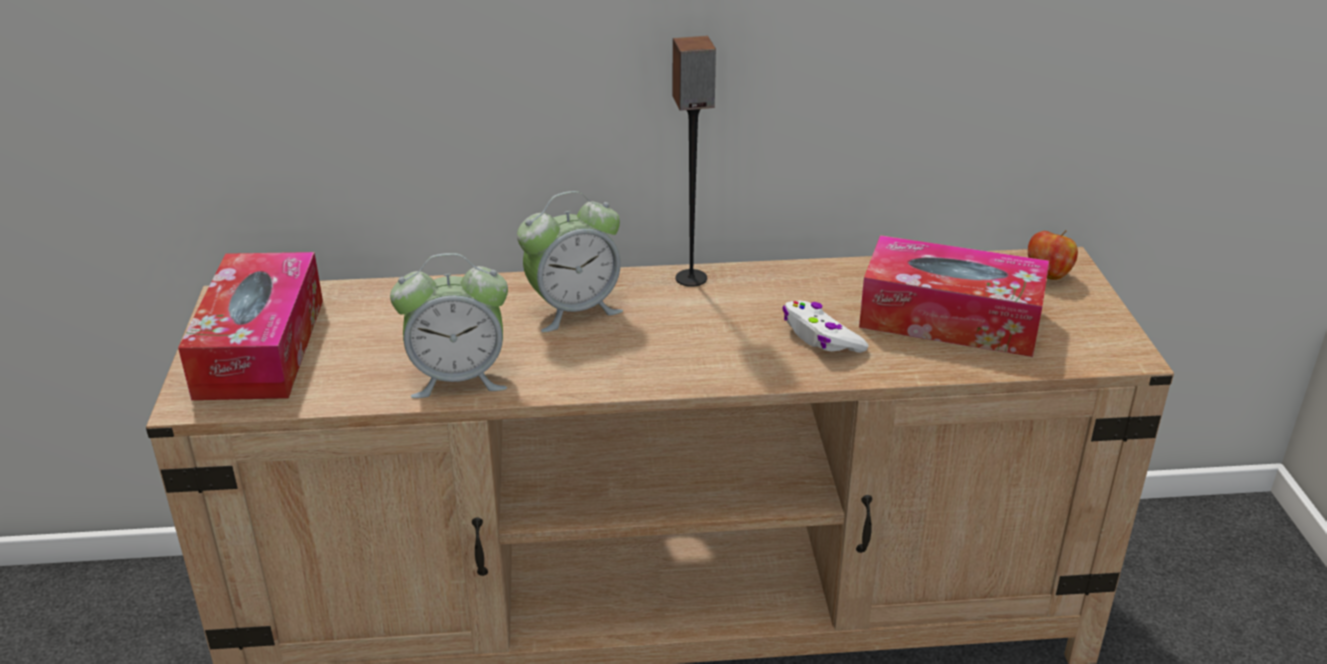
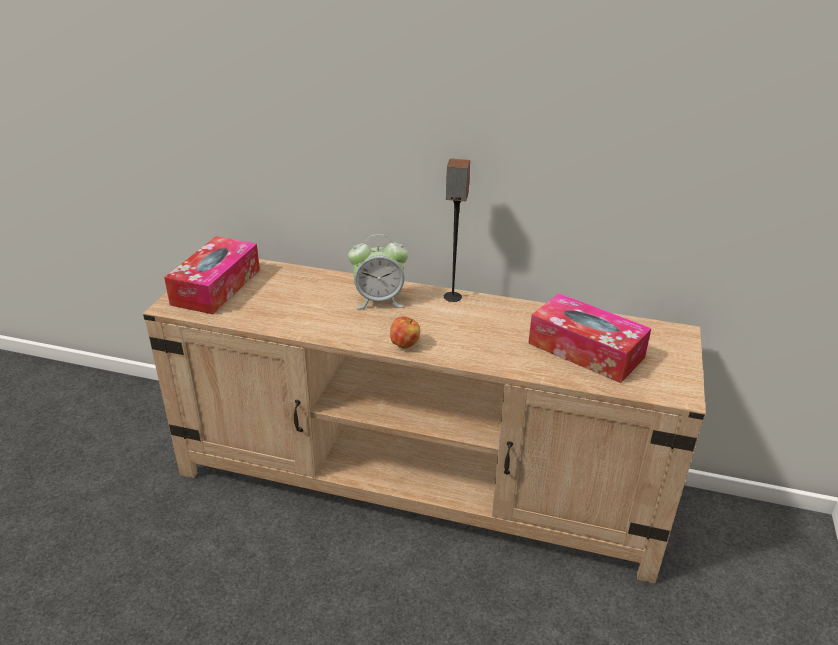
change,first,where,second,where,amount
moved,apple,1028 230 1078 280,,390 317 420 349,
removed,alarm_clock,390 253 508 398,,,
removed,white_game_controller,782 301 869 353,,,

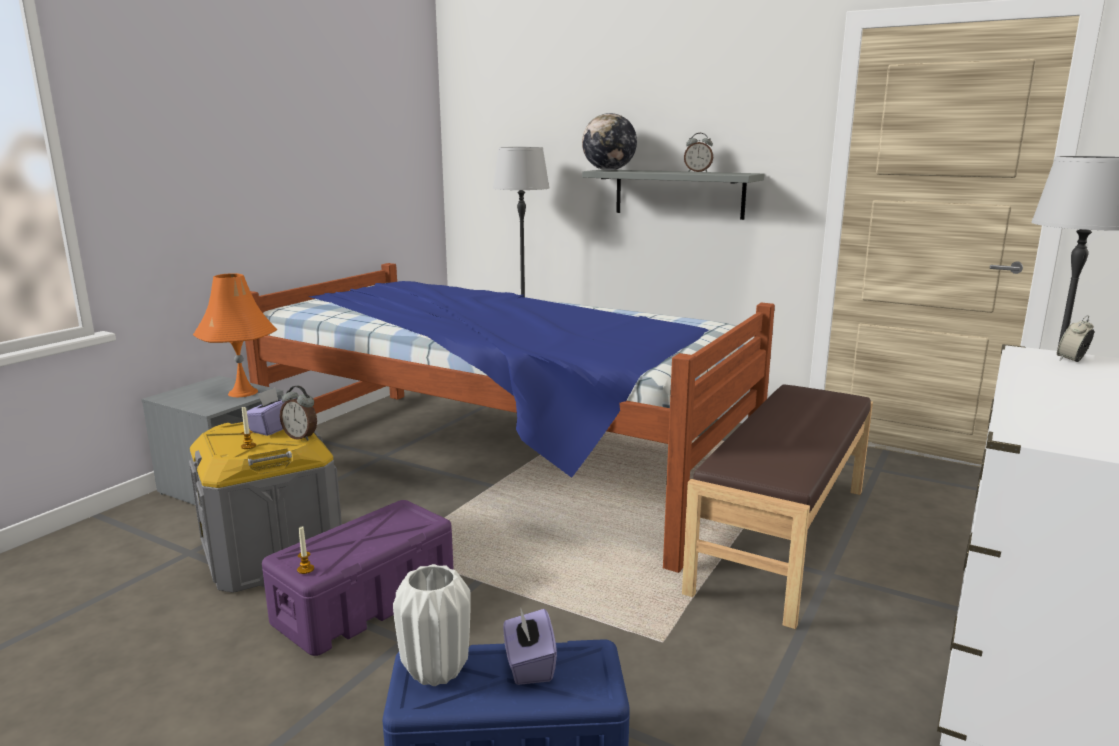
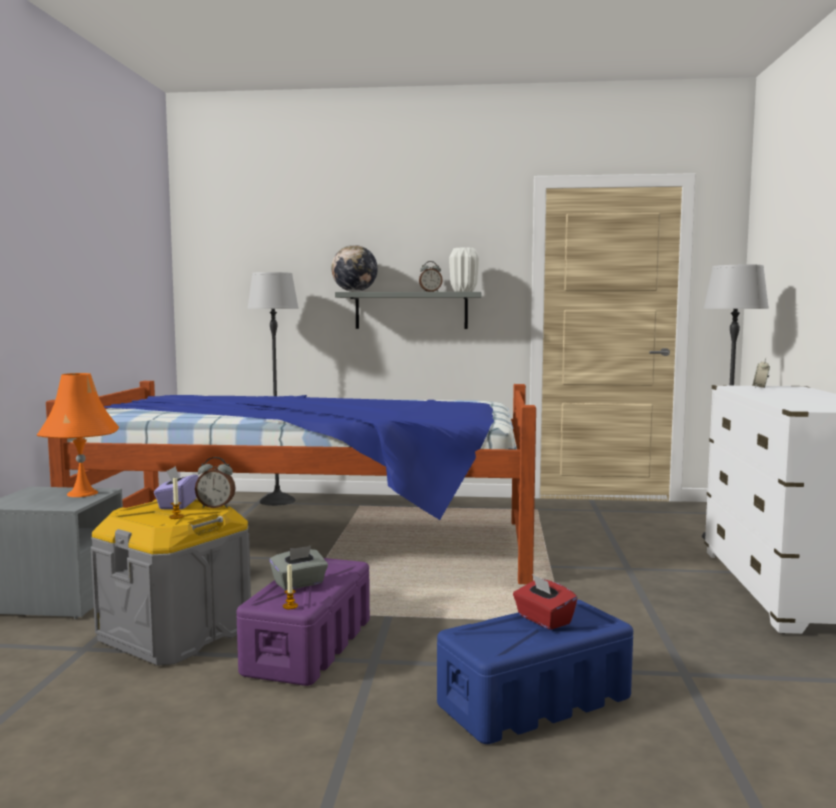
change,first,where,second,where,amount
added,,,grey_tissue_box,270 546 328 591,
moved,white_vase,393 564 471 686,,449 248 479 292,
recoloured,purple_tissue_box,503 607 557 685,red_tissue_box,513 574 578 630,
removed,brown_bench,682 384 873 629,,,

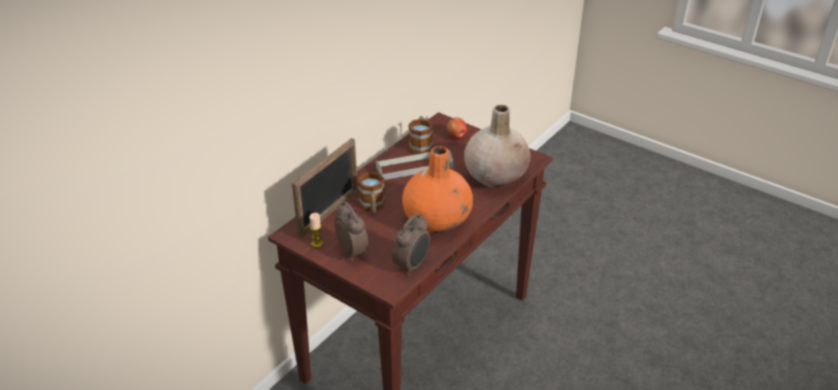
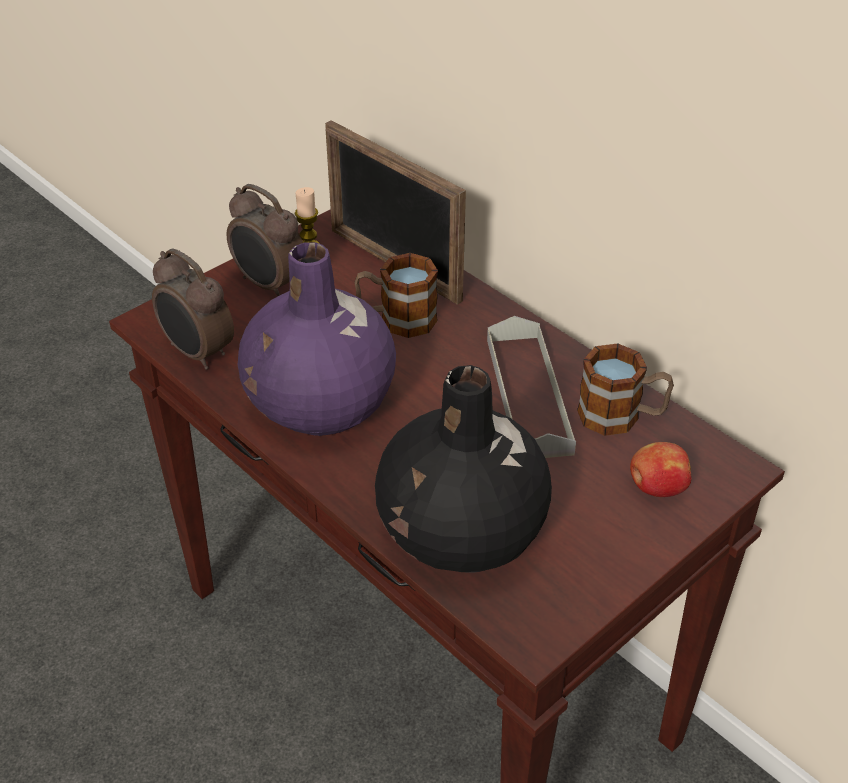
change,first,where,second,where,amount
turned,alarm_clock,334 201 368 261,,227 184 303 296,60 degrees clockwise
recoloured,orange_vase,402 146 473 234,purple_vase,238 242 396 436,
recoloured,beige_vase,464 105 531 188,black_vase,375 365 552 573,

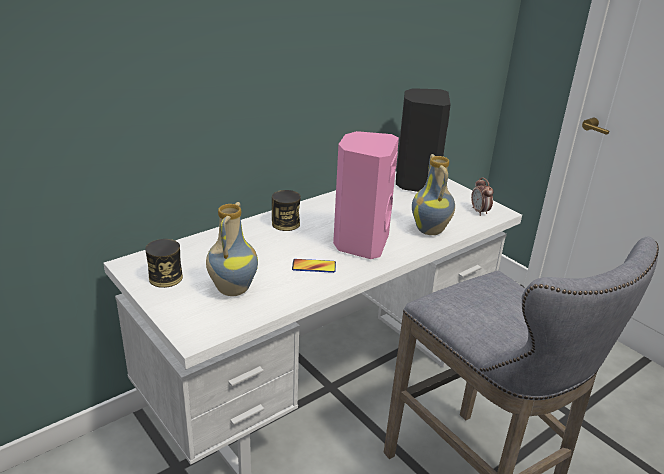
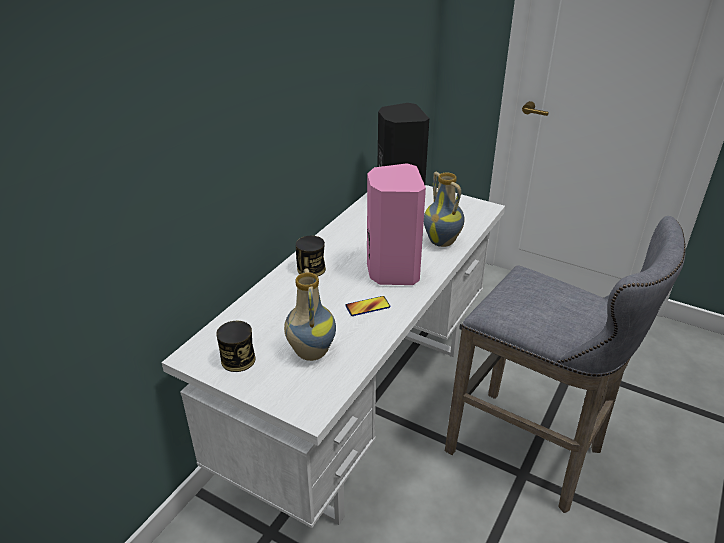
change,first,where,second,where,amount
removed,alarm_clock,471 177 493 216,,,

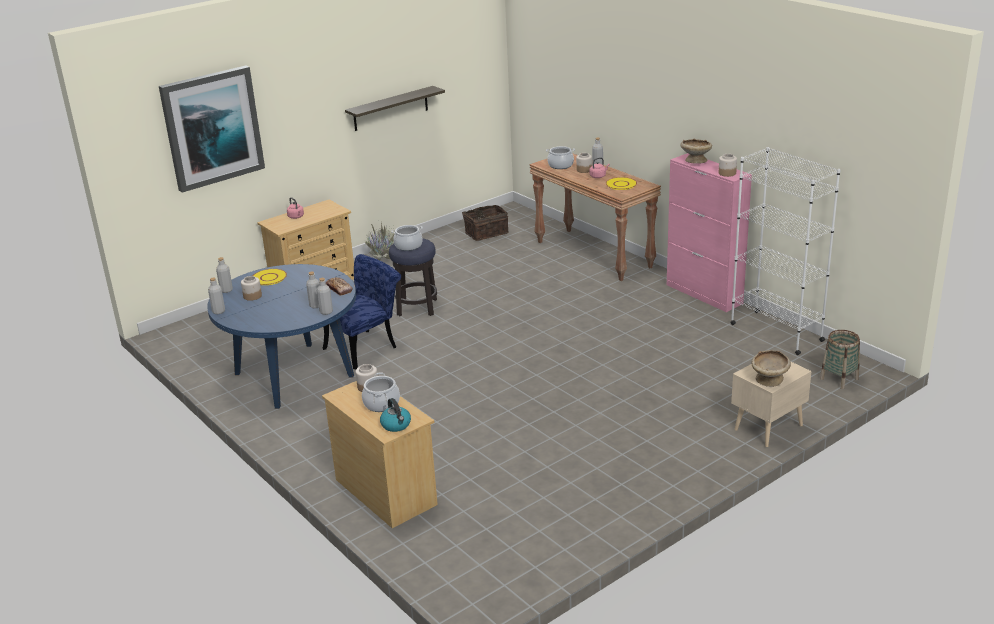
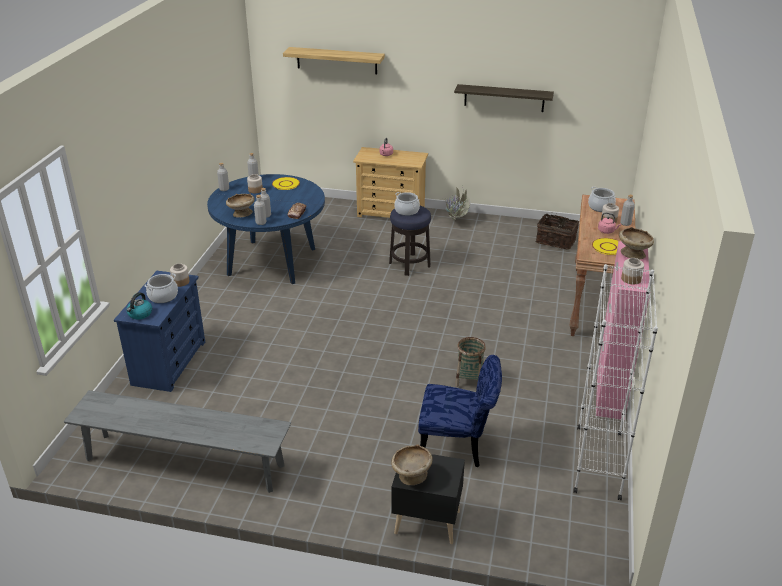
change,first,where,second,where,amount
added,,,grey_bench,64 390 291 493,
recoloured,beige_dresser,322 381 438 528,blue_dresser,114 271 205 392,
added,,,beige_bowl,226 193 255 218,
replaced,picture,159 66 265 193,shelf,283 47 385 74,
recoloured,beige_nightstand,731 361 812 447,black_nightstand,392 454 465 544,
moved,blue_chair,323 254 401 369,,418 355 502 467,
moved,basket,820 330 860 389,,455 337 486 387,

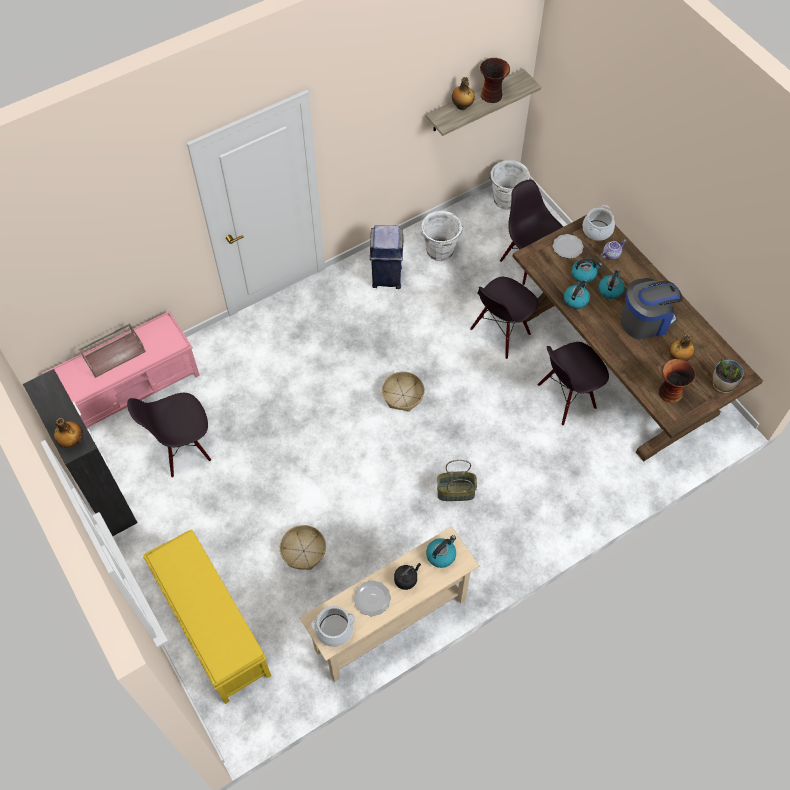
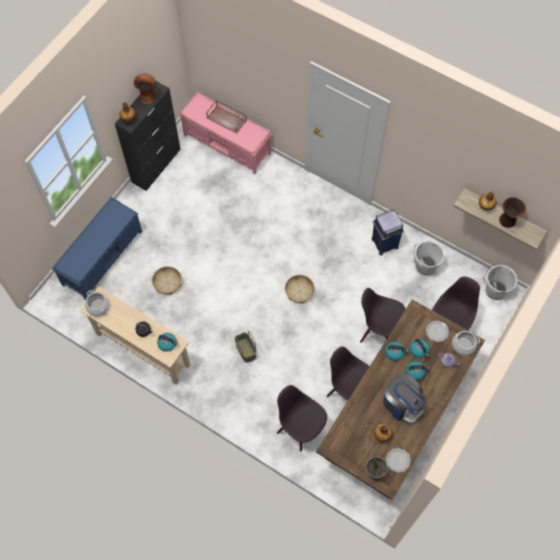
change,first,where,second,where,amount
recoloured,yellow_bench,143 529 271 704,blue_bench,52 197 142 300,
moved,vase,659 359 696 403,,133 74 156 104,
moved,black_chair,127 393 211 478,,277 385 327 452,
moved,plate,354 580 391 616,,386 448 411 473,

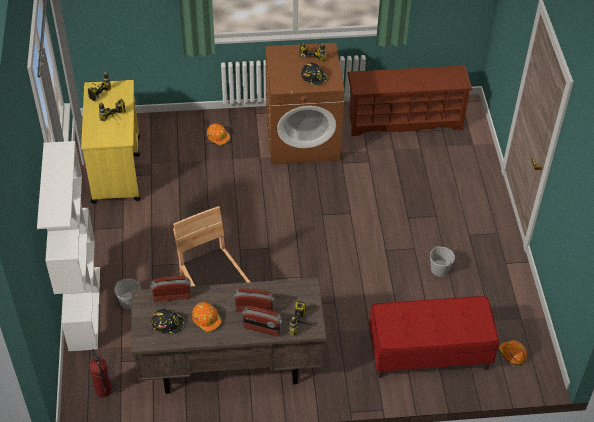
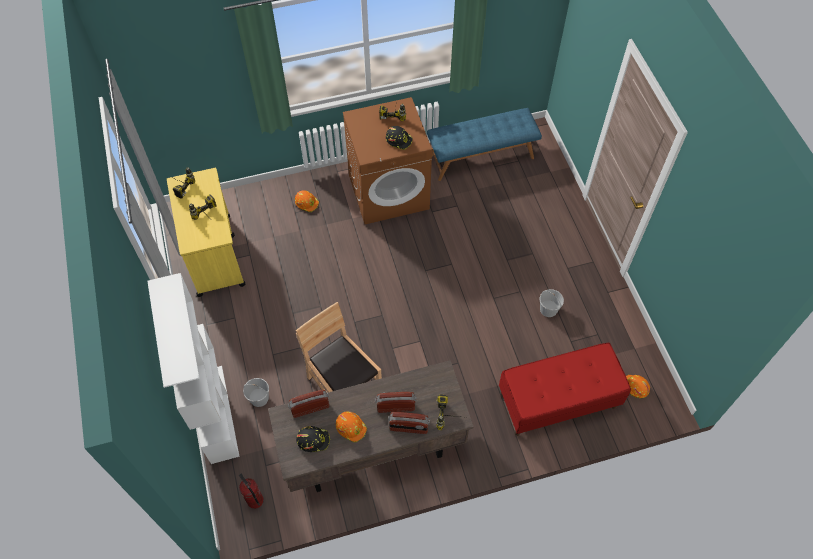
change,first,where,second,where,amount
replaced,brown_shoe_rack,348 66 472 136,blue_bench,427 108 542 181,

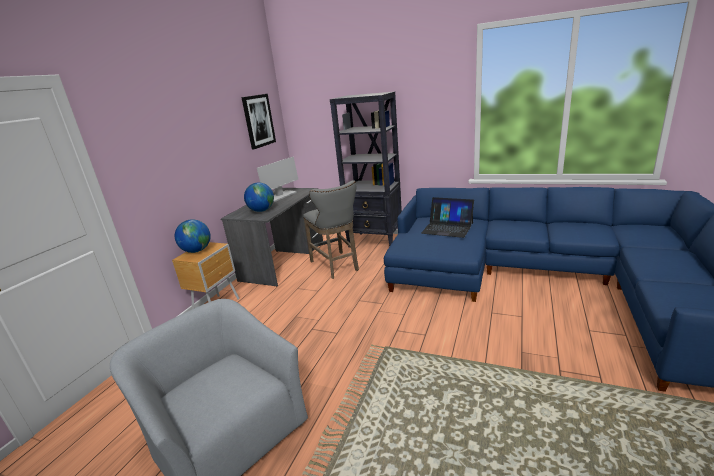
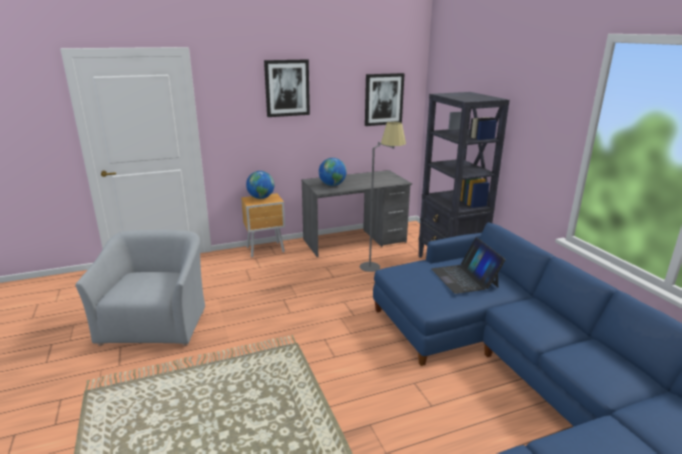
change,first,where,second,where,amount
added,,,picture,264 59 310 117,
replaced,grey_stool,303 180 359 279,grey_floor_lamp,360 122 406 272,
removed,monitor,257 157 298 202,,,

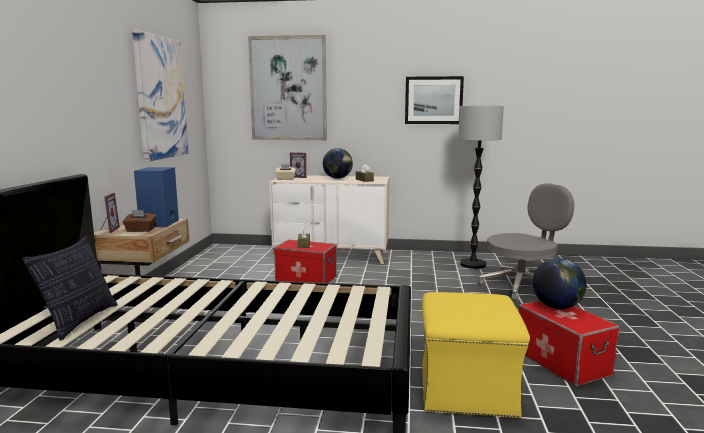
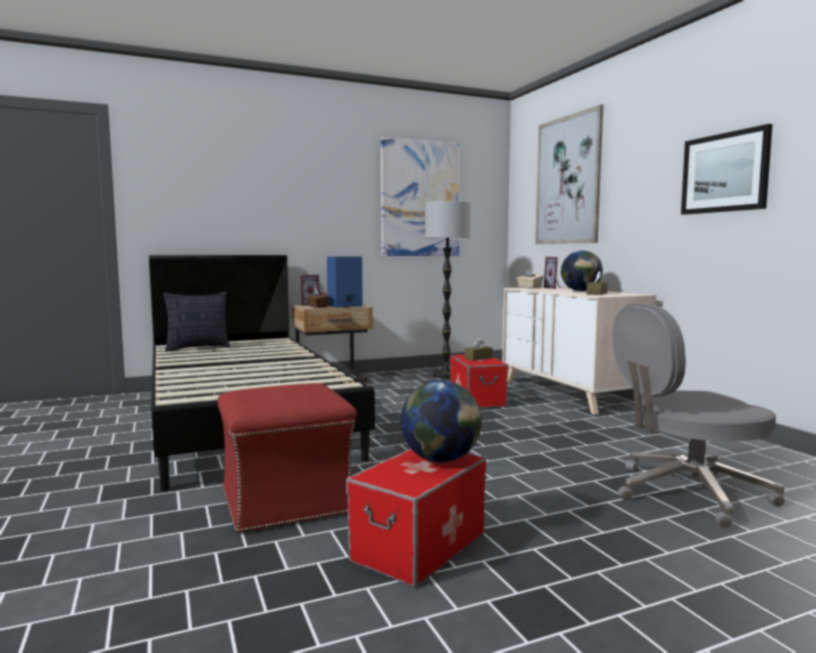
change,first,where,second,where,amount
recoloured,yellow_ottoman,422 292 530 418,red_ottoman,218 383 357 534,
moved,floor_lamp,458 106 504 269,,425 201 471 379,
turned,grey_office_chair,478 183 575 301,,613 303 785 529,135 degrees clockwise

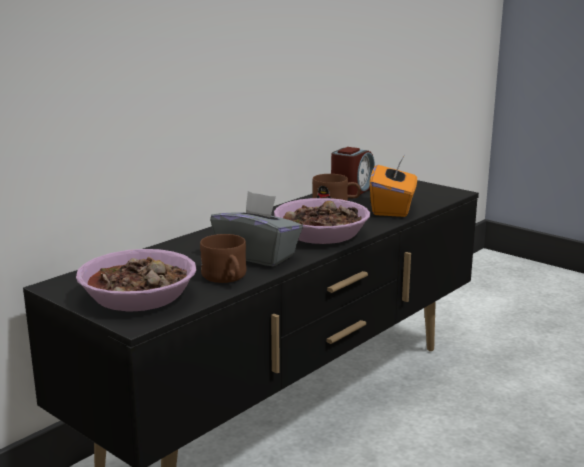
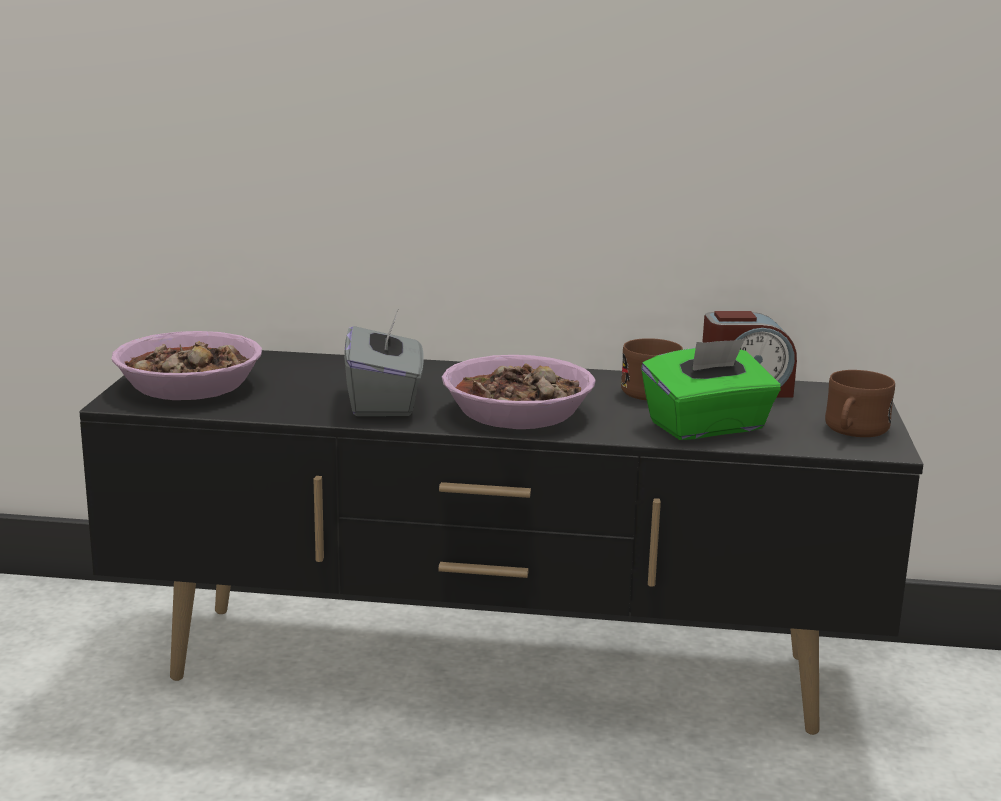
change,first,where,second,where,amount
recoloured,orange_tissue_box,370 156 417 217,green_tissue_box,641 339 781 440,
moved,brown_mug,200 234 247 283,,825 370 895 437,

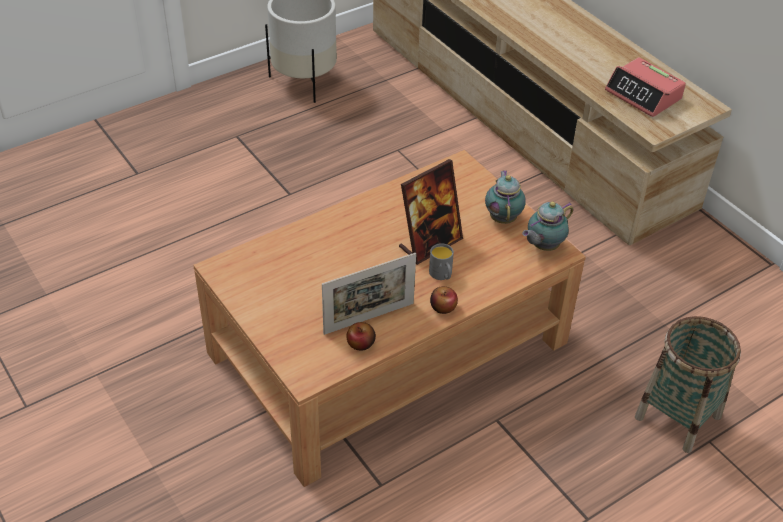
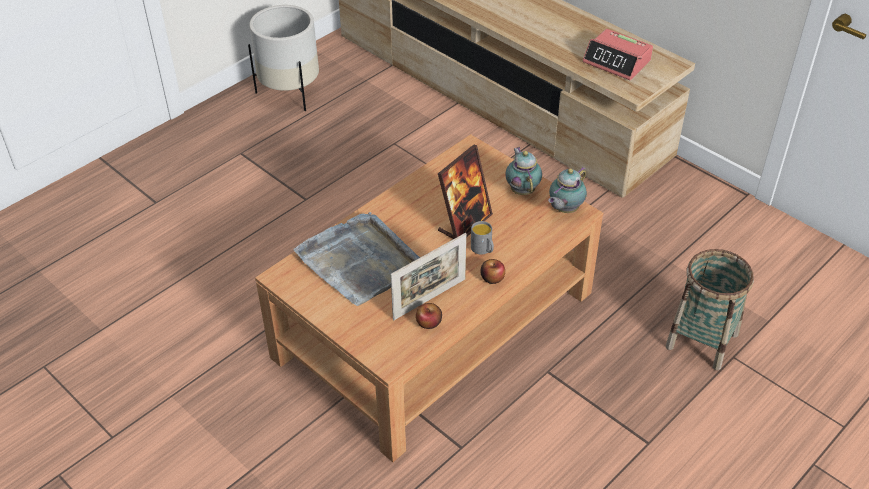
change,first,where,second,where,amount
added,,,grey_tray,293 212 420 306,

